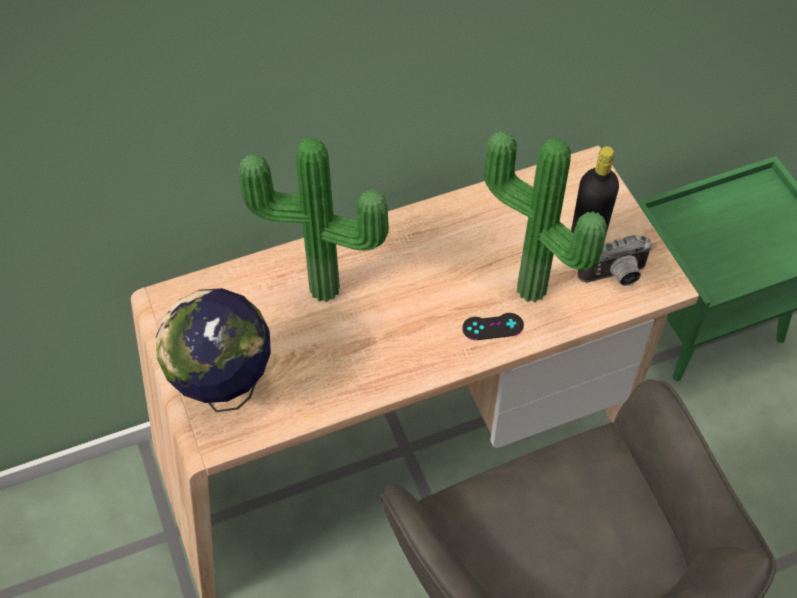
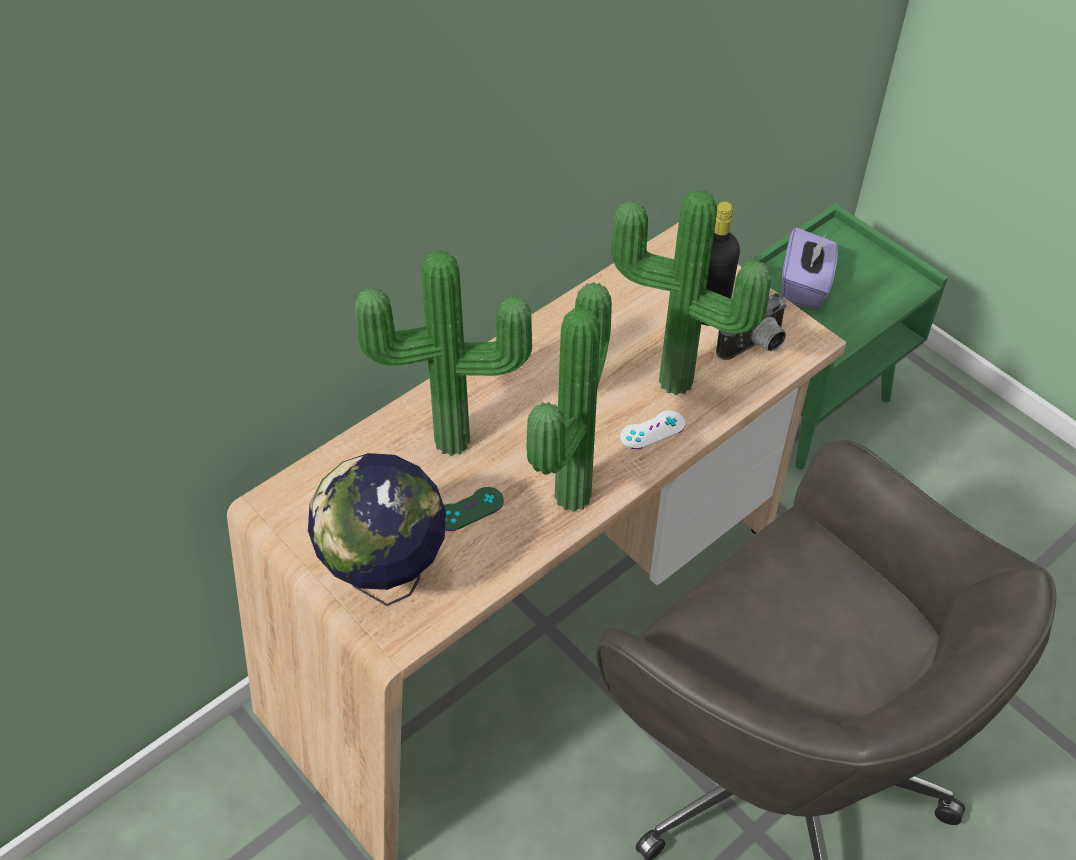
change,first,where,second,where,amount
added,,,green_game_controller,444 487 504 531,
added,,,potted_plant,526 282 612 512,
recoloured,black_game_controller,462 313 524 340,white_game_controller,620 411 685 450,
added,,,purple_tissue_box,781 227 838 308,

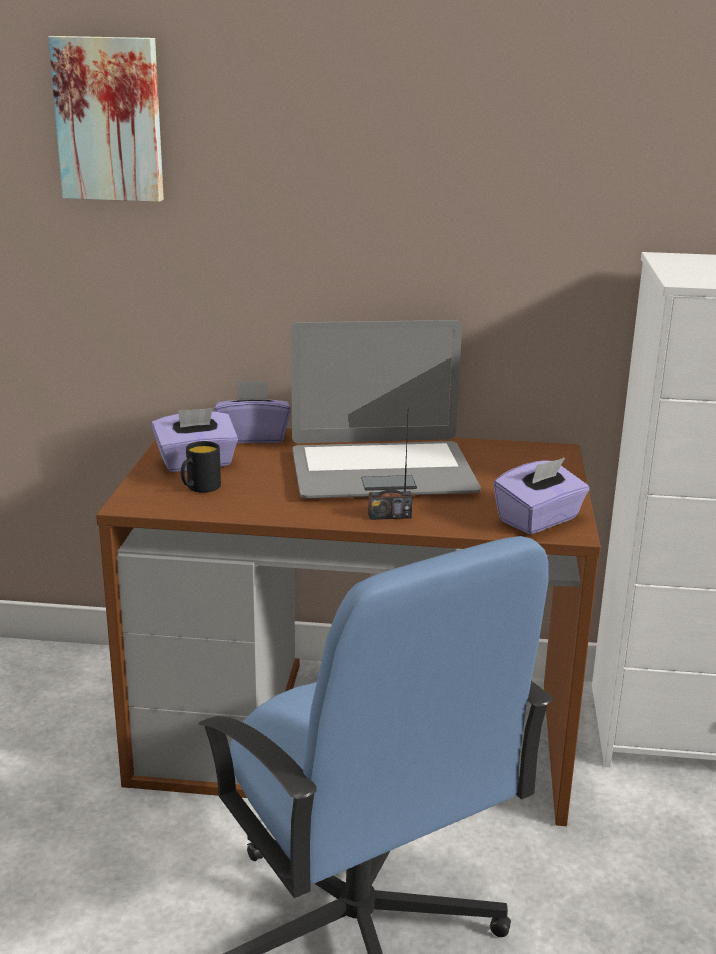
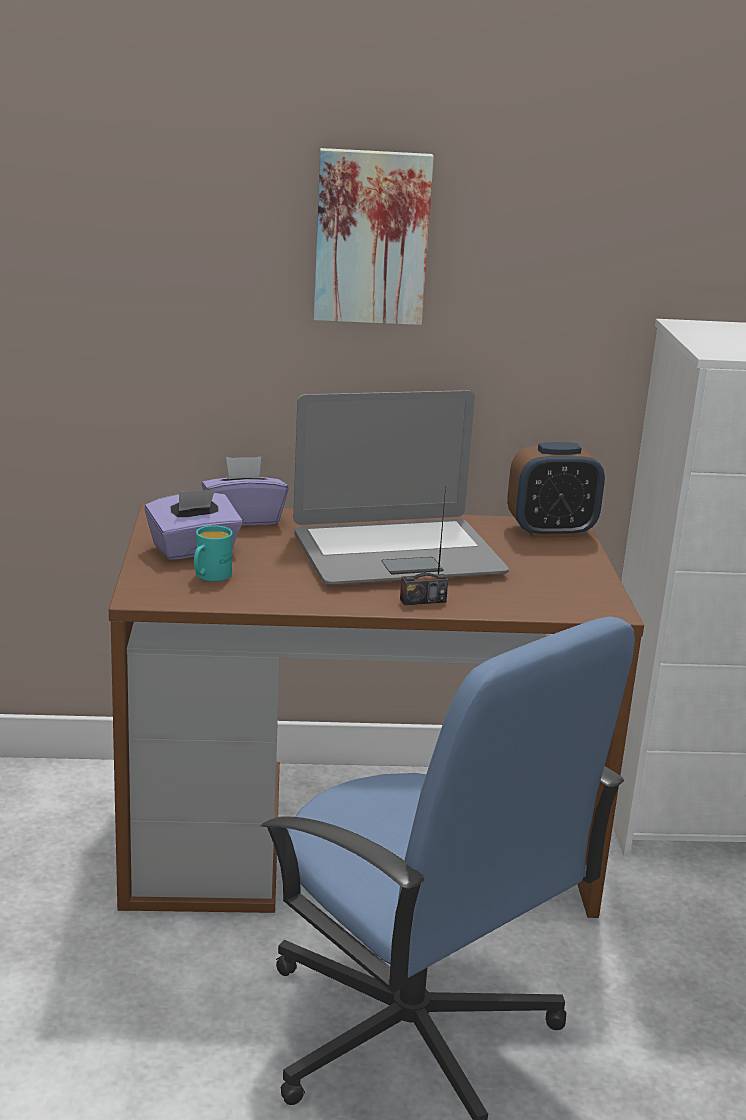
change,first,where,second,where,amount
recoloured,black_mug,181 441 221 493,turquoise_mug,194 525 233 582,
moved,picture,48 36 164 202,,314 148 434 325,
added,,,alarm_clock,507 442 605 538,
removed,purple_tissue_box,493 458 589 534,,,

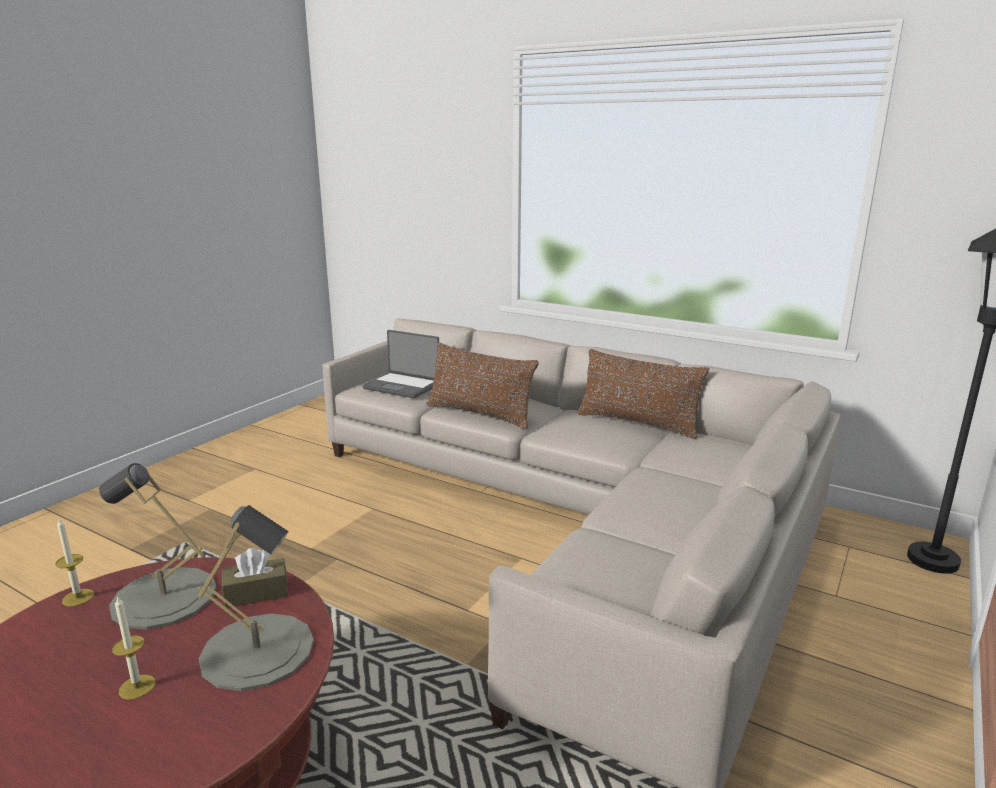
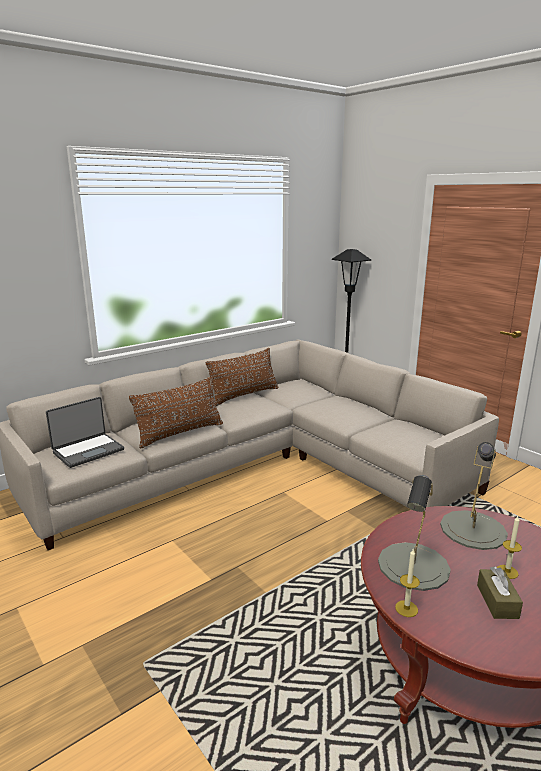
change,first,where,second,where,amount
moved,brown_tissue_box,222 548 288 608,,477 566 523 619,

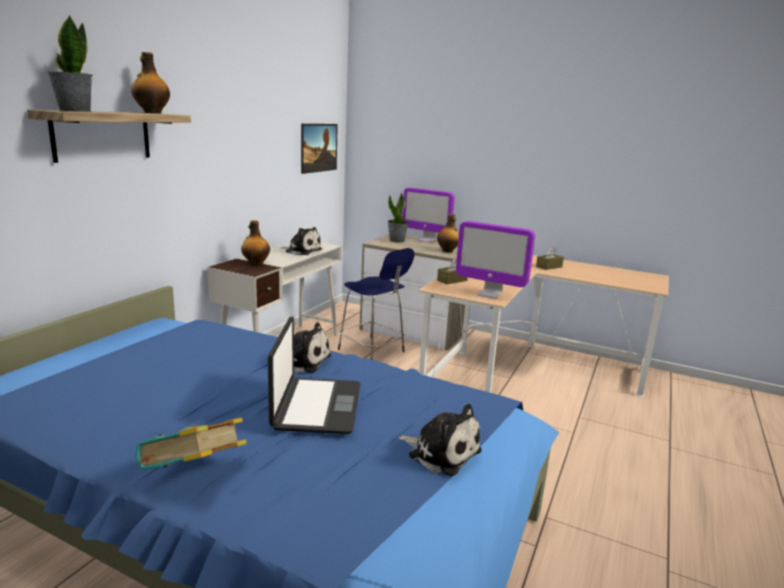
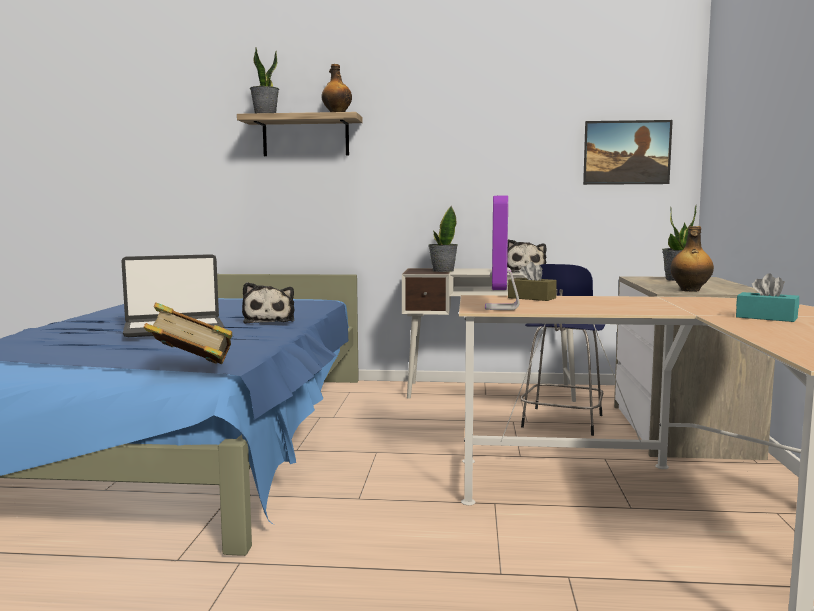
change,first,where,second,where,amount
moved,book,136 417 247 469,,144 302 232 364,
replaced,bottle,241 220 270 266,potted_plant,428 206 458 272,
recoloured,brown_tissue_box,536 247 564 270,turquoise_tissue_box,736 273 799 322,
removed,plush_toy,398 404 482 476,,,
removed,monitor,402 188 455 242,,,

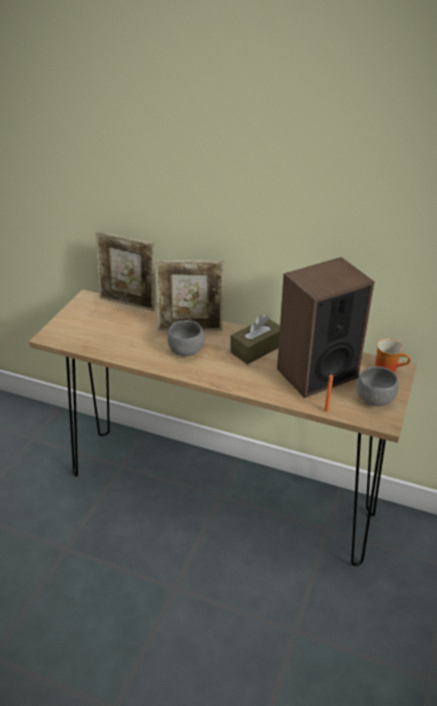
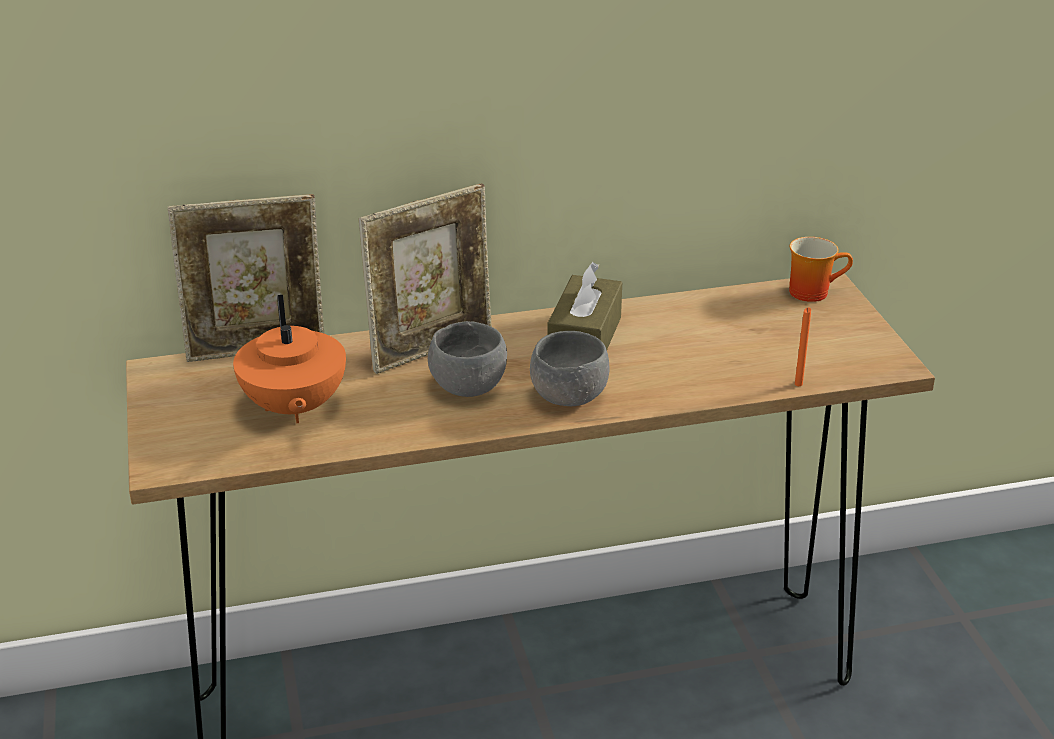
change,first,where,second,where,amount
added,,,orange_teapot,233 295 346 423,
moved,grey_bowl,356 366 399 406,,530 331 610 406,
removed,speaker,277 257 374 398,,,

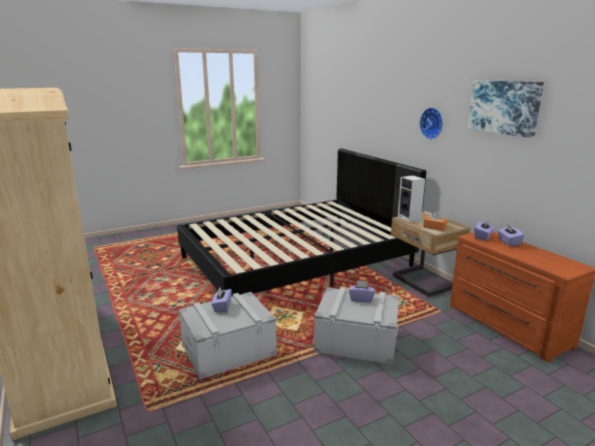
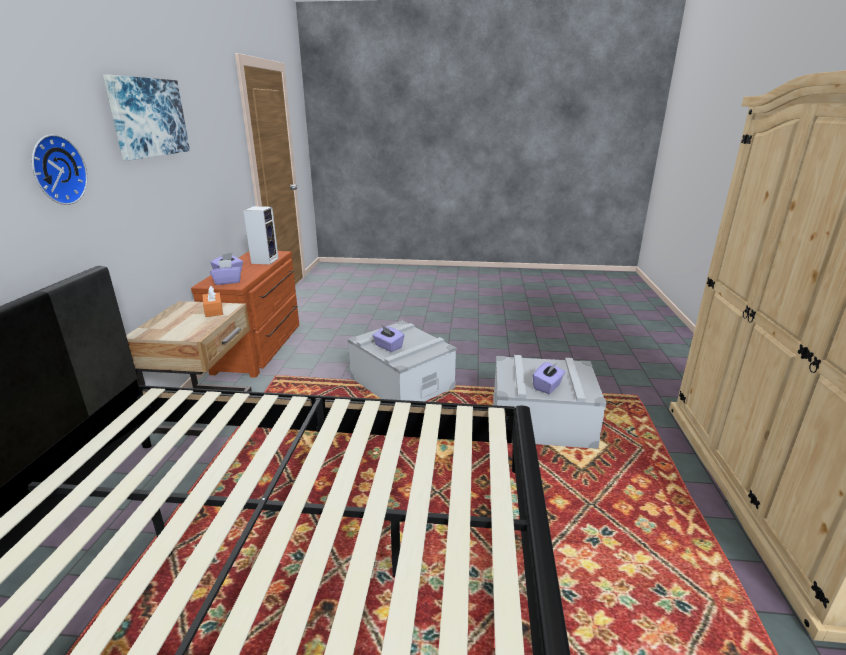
change,first,where,second,where,amount
moved,speaker,398 175 425 222,,243 206 279 264,

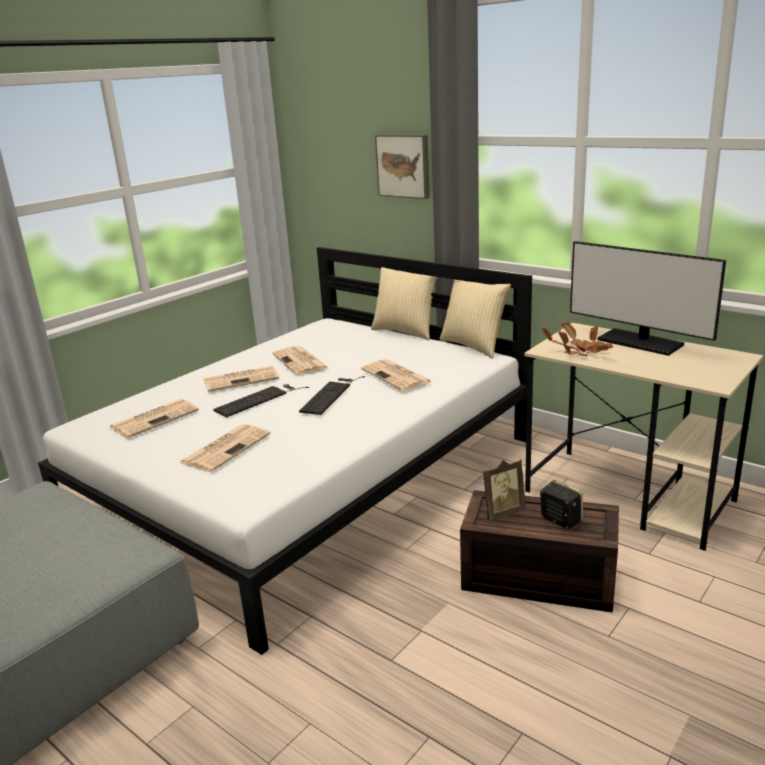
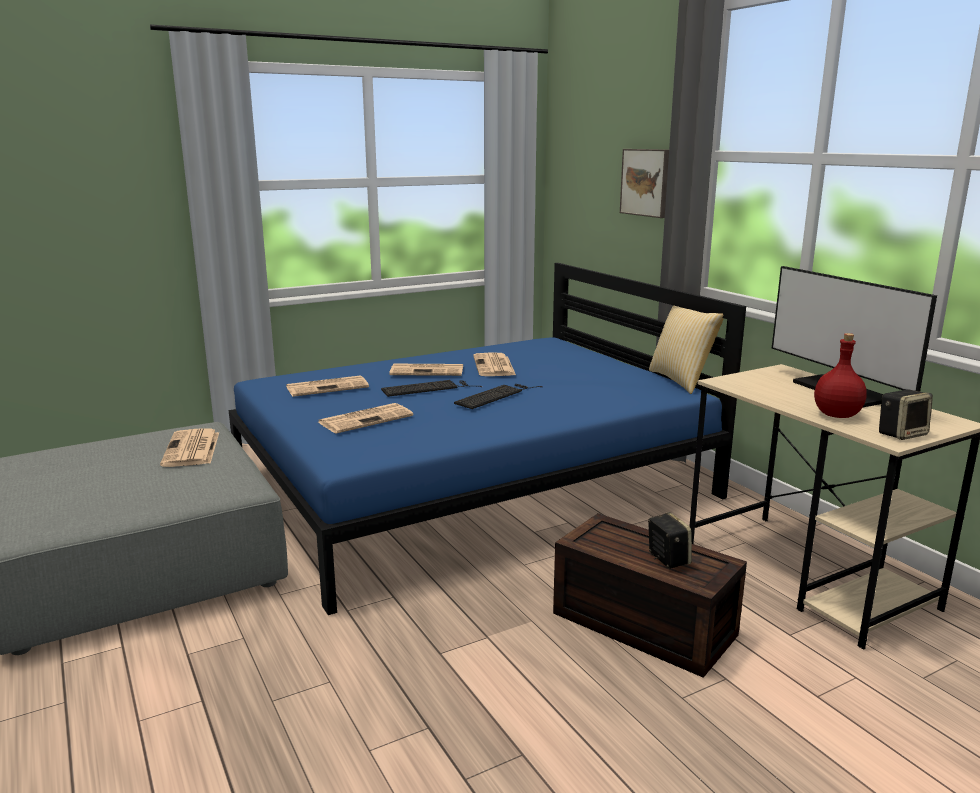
change,first,where,second,where,amount
moved,newspaper,361 359 432 391,,160 428 219 467,
recoloured,white_bed,38 247 532 655,blue_bed,229 263 746 615,
added,,,red_bottle,814 333 867 418,
added,,,speaker,879 390 933 440,
removed,pillow,371 267 438 340,,,
removed,picture_frame,482 460 526 521,,,
removed,potted_plant,542 322 613 356,,,

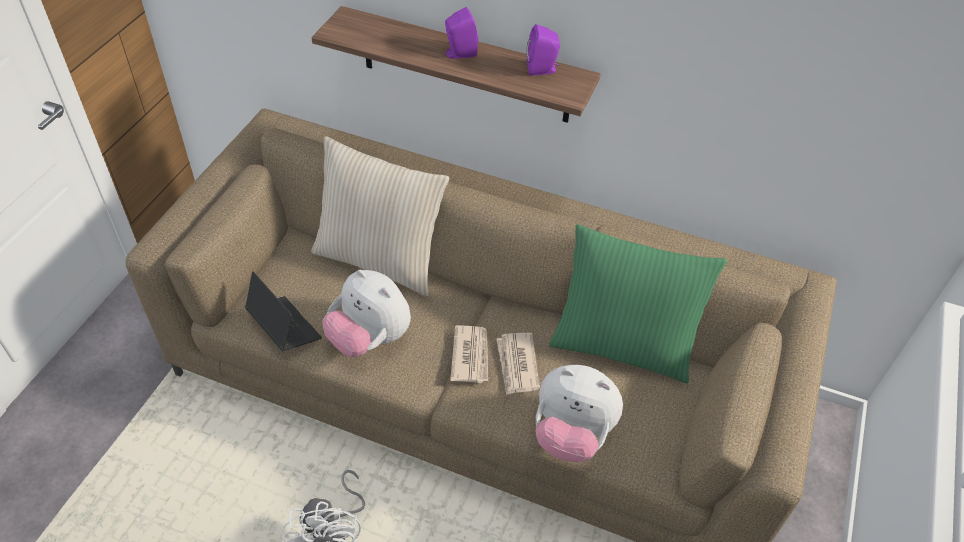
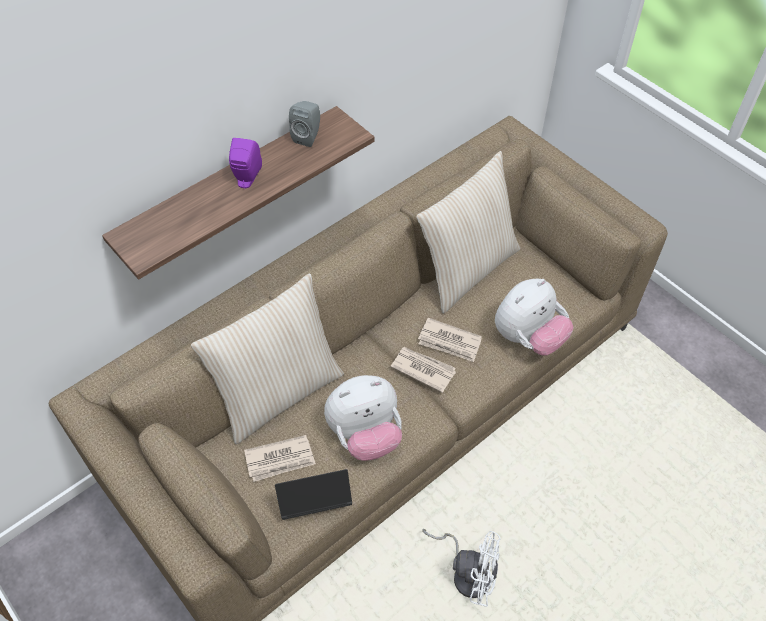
change,first,where,second,where,amount
added,,,newspaper,244 435 316 482,
recoloured,purple_speaker,527 24 560 76,grey_speaker,289 101 320 147,
recoloured,green_pillow,549 224 727 383,beige_pillow,416 151 520 314,

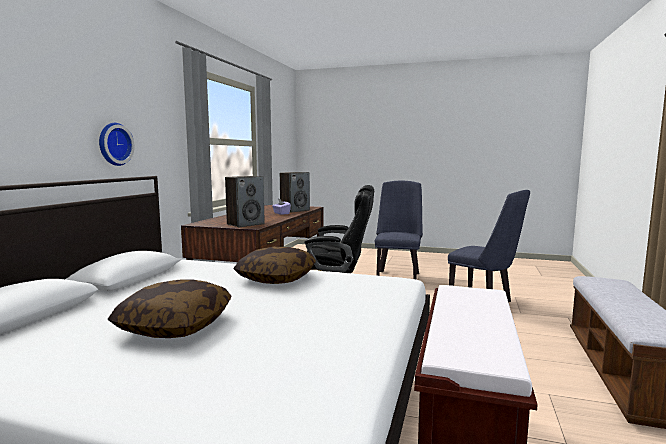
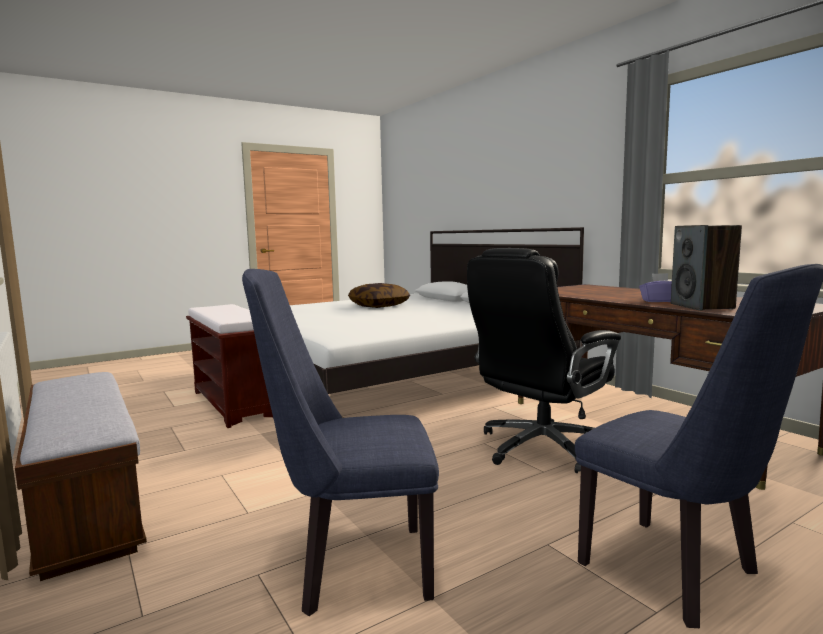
change,first,where,second,where,amount
removed,wall_clock,99 123 135 166,,,
removed,speaker,225 176 265 227,,,
removed,pillow,233 247 316 284,,,

